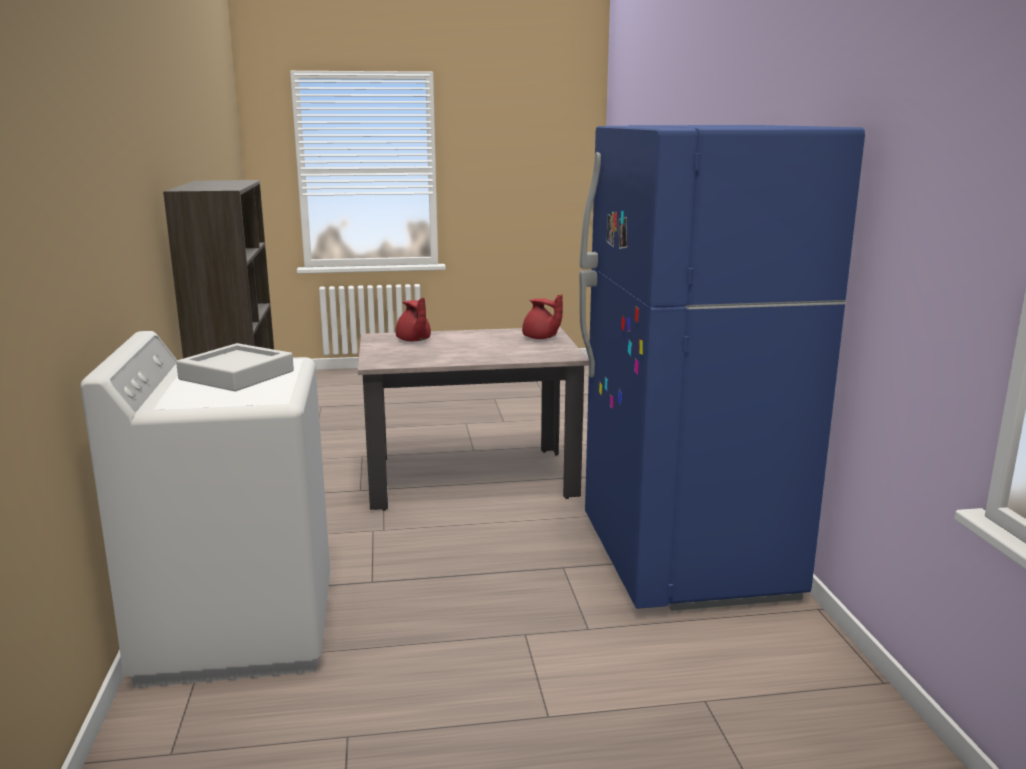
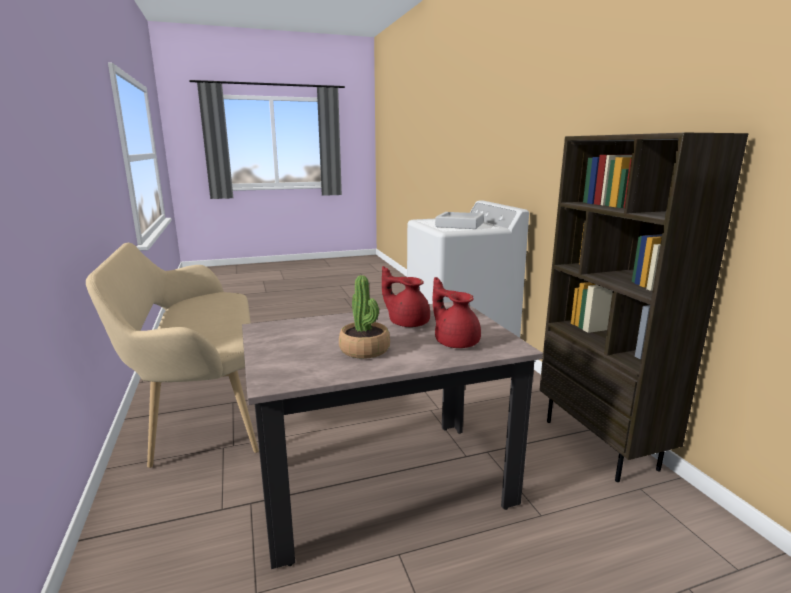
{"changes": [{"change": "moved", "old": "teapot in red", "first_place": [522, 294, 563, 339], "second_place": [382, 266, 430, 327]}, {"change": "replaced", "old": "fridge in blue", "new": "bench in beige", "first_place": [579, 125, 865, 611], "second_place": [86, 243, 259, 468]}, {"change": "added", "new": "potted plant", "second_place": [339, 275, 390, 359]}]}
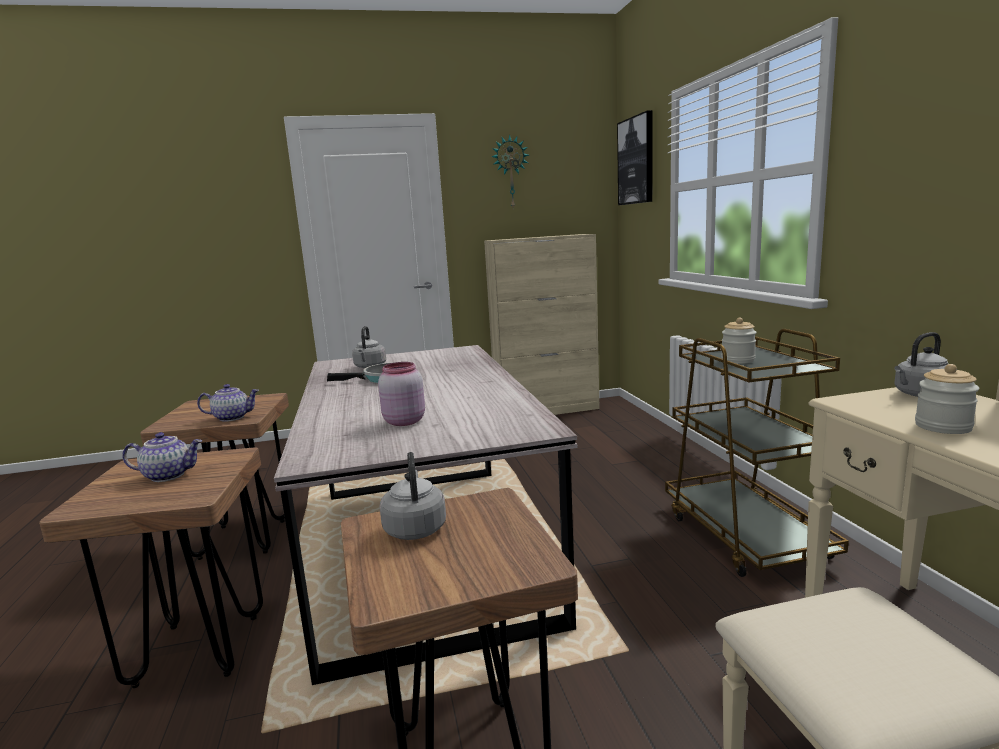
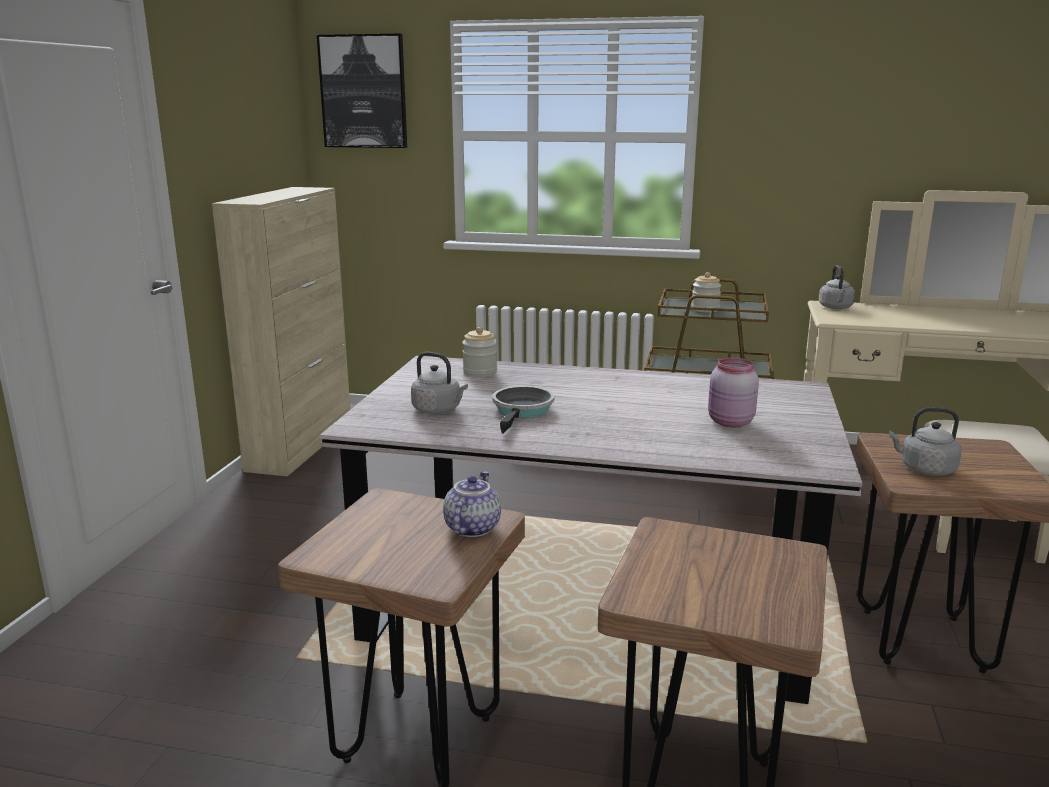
{"changes": [{"change": "removed", "old": "teapot", "first_place": [122, 432, 202, 482]}, {"change": "removed", "old": "wall clock", "first_place": [491, 134, 529, 210]}, {"change": "moved", "old": "jar", "first_place": [915, 364, 979, 434], "second_place": [462, 327, 497, 377]}]}
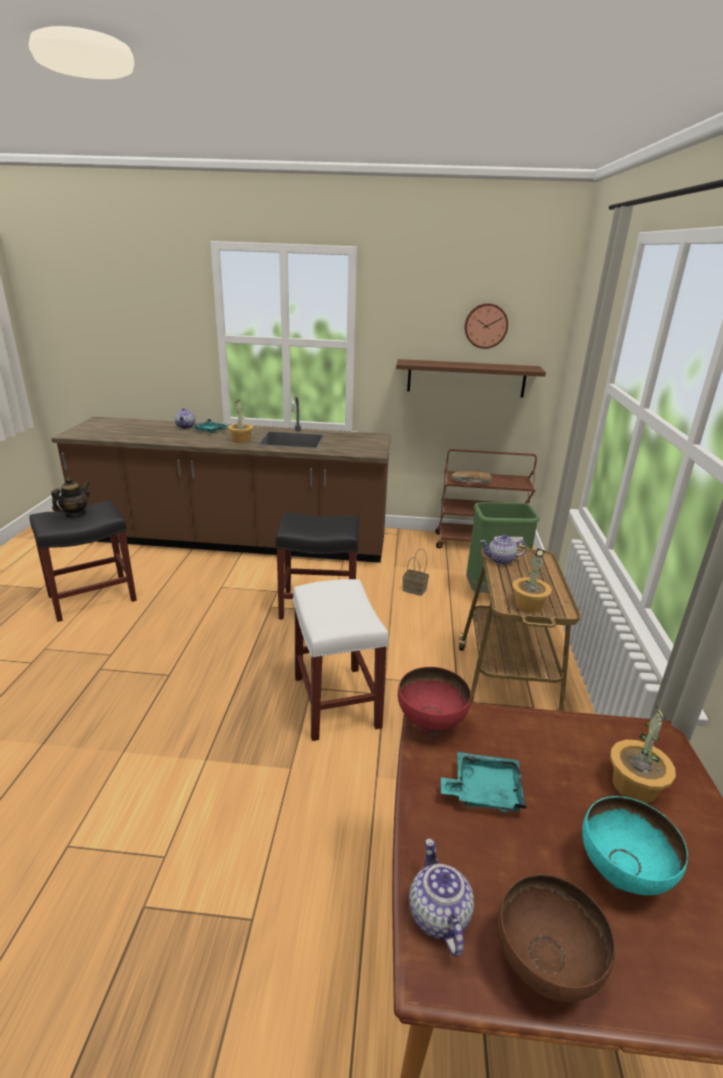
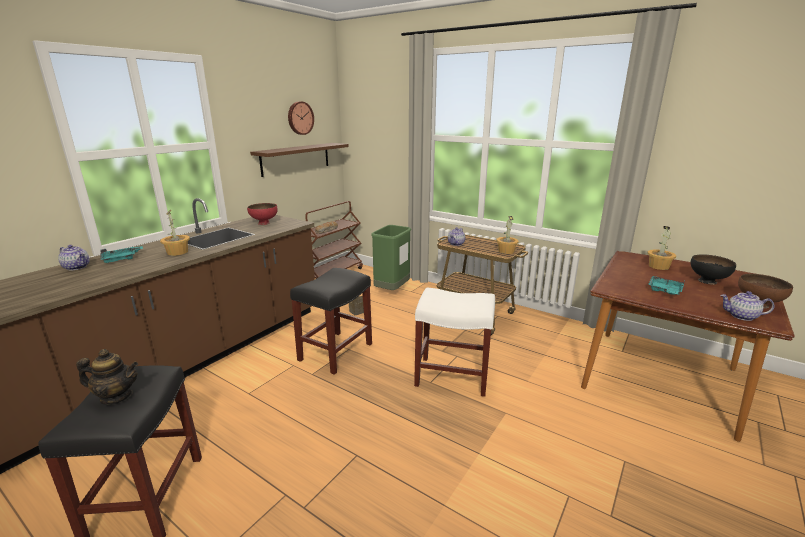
{"changes": [{"change": "turned", "old": "teapot", "first_place": [51, 477, 90, 518], "second_place": [76, 349, 138, 405], "degrees": 120}, {"change": "moved", "old": "bowl in red", "first_place": [398, 667, 471, 735], "second_place": [247, 203, 278, 225]}, {"change": "recoloured", "old": "bowl in turquoise", "new": "bowl in black", "first_place": [582, 796, 688, 895], "second_place": [691, 254, 736, 284]}]}
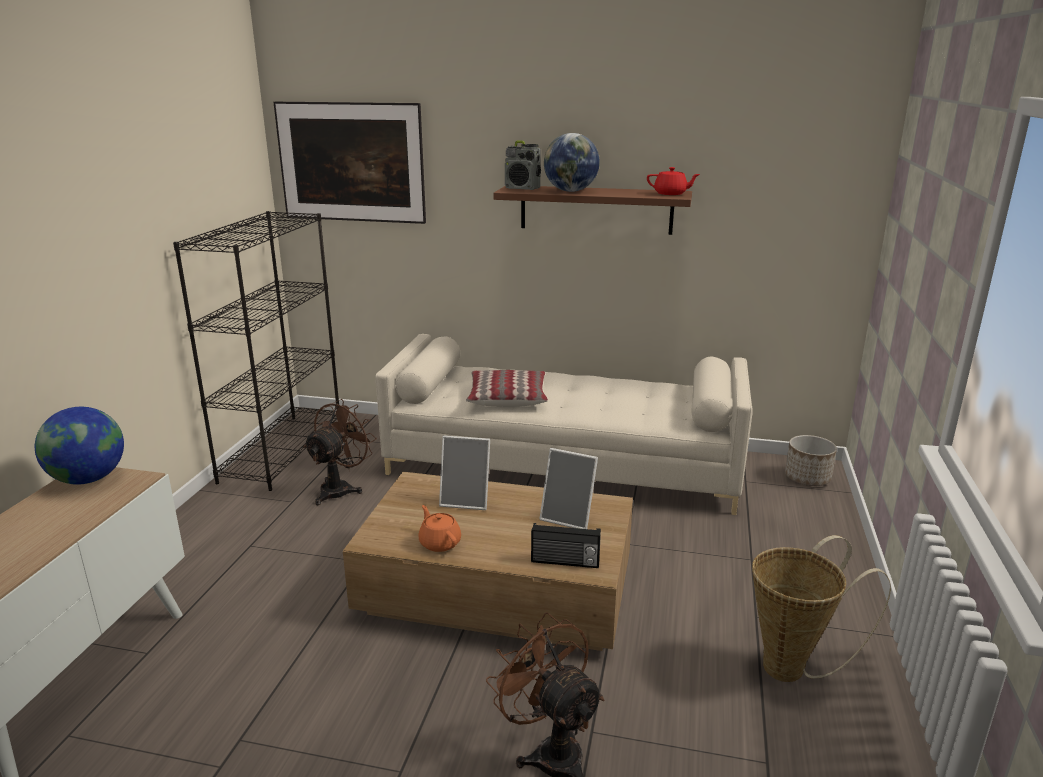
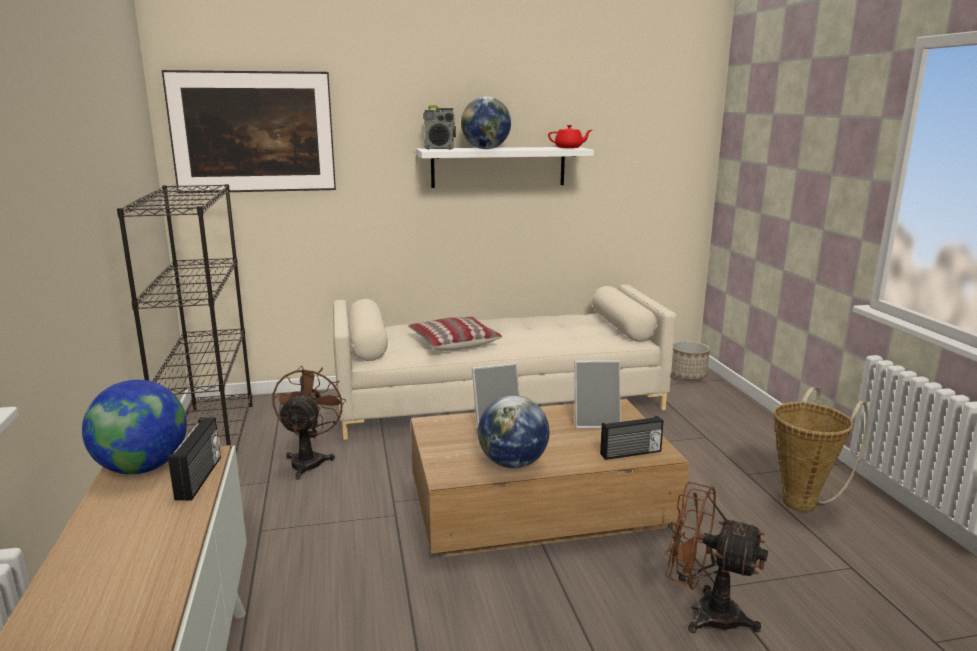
{"changes": [{"change": "replaced", "old": "teapot in orange", "new": "globe", "first_place": [418, 505, 461, 552], "second_place": [478, 395, 549, 468]}, {"change": "recoloured", "old": "shelf in brown", "new": "shelf in white", "first_place": [494, 186, 692, 235], "second_place": [416, 147, 594, 188]}, {"change": "added", "new": "radio", "second_place": [168, 417, 221, 501]}]}
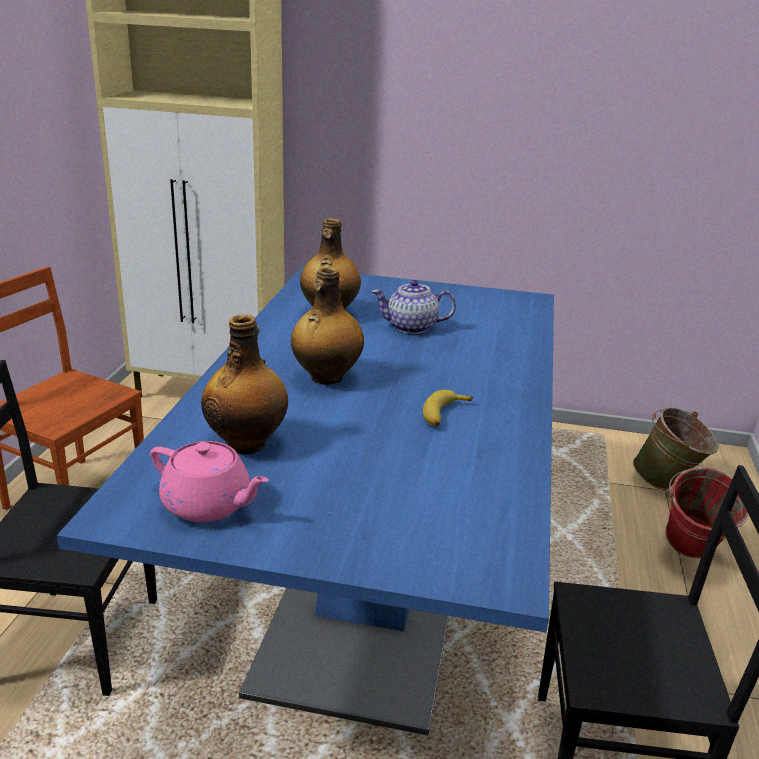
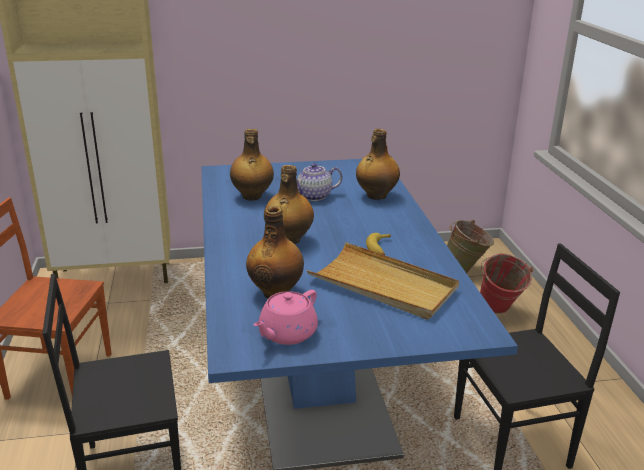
{"changes": [{"change": "turned", "old": "teapot in pink", "first_place": [150, 441, 269, 523], "second_place": [254, 290, 318, 345], "degrees": 120}, {"change": "added", "new": "tray in beige", "second_place": [307, 242, 459, 319]}, {"change": "added", "new": "bottle", "second_place": [356, 129, 400, 200]}]}
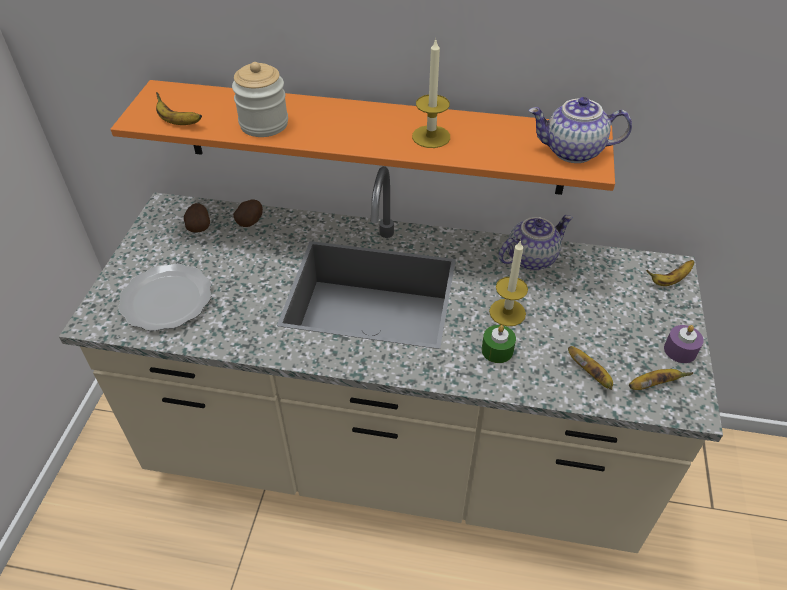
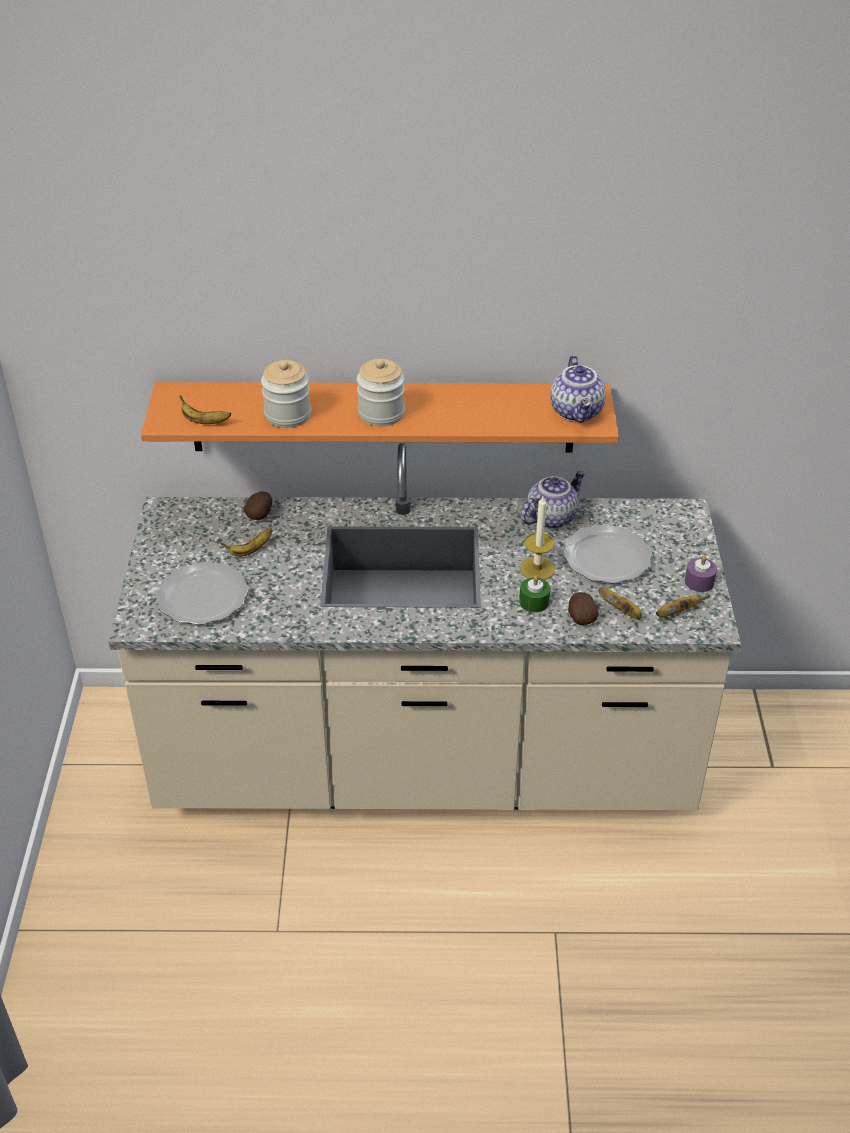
{"changes": [{"change": "moved", "old": "potato", "first_place": [184, 203, 210, 233], "second_place": [568, 592, 599, 625]}, {"change": "removed", "old": "candle", "first_place": [412, 39, 450, 148]}, {"change": "turned", "old": "teapot", "first_place": [528, 97, 632, 163], "second_place": [550, 355, 606, 423], "degrees": -90}, {"change": "moved", "old": "banana", "first_place": [646, 260, 694, 286], "second_place": [219, 528, 272, 557]}, {"change": "added", "new": "jar", "second_place": [357, 359, 405, 426]}, {"change": "added", "new": "plate", "second_place": [563, 525, 652, 583]}]}
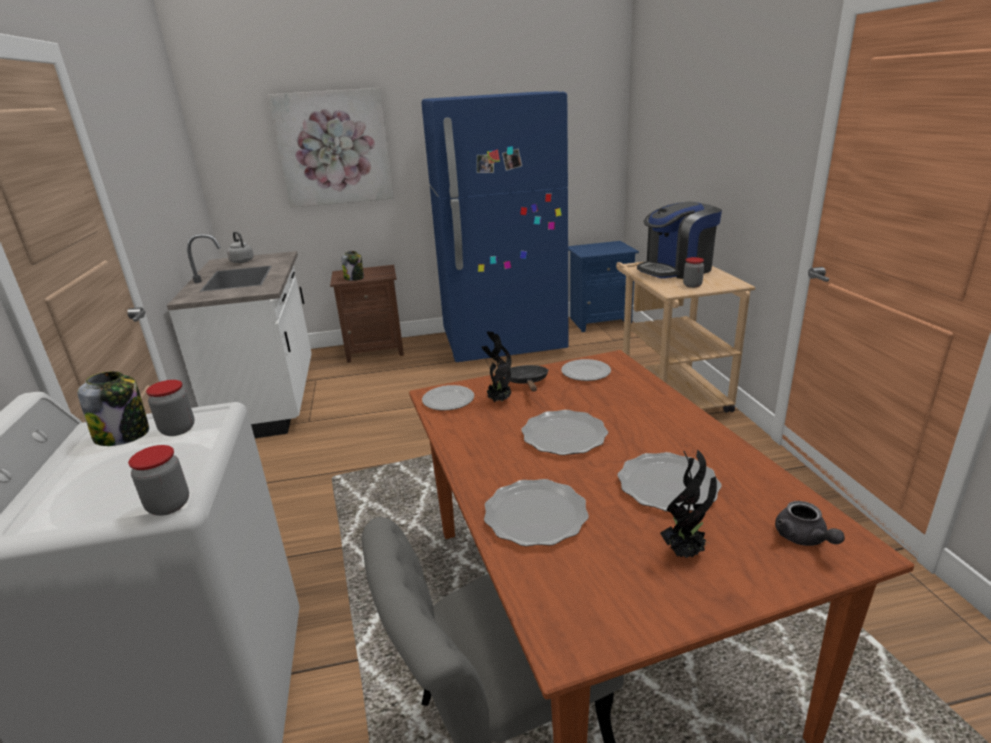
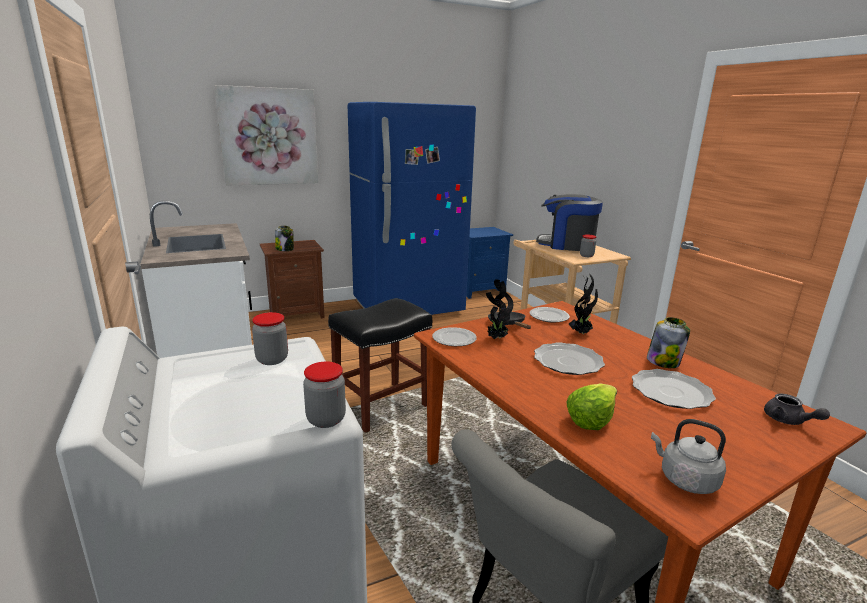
{"changes": [{"change": "moved", "old": "jar", "first_place": [77, 371, 149, 446], "second_place": [647, 317, 690, 368]}, {"change": "moved", "old": "kettle in grey", "first_place": [227, 232, 254, 263], "second_place": [651, 419, 726, 494]}, {"change": "replaced", "old": "plate", "new": "lettuce", "first_place": [484, 479, 589, 546], "second_place": [566, 383, 617, 430]}, {"change": "turned", "old": "coffee machine", "first_place": [637, 201, 722, 279], "second_place": [536, 194, 603, 251], "degrees": 60}, {"change": "moved", "old": "potted plant", "first_place": [660, 449, 717, 558], "second_place": [569, 275, 598, 334]}, {"change": "added", "new": "stool in black", "second_place": [328, 298, 432, 433]}]}
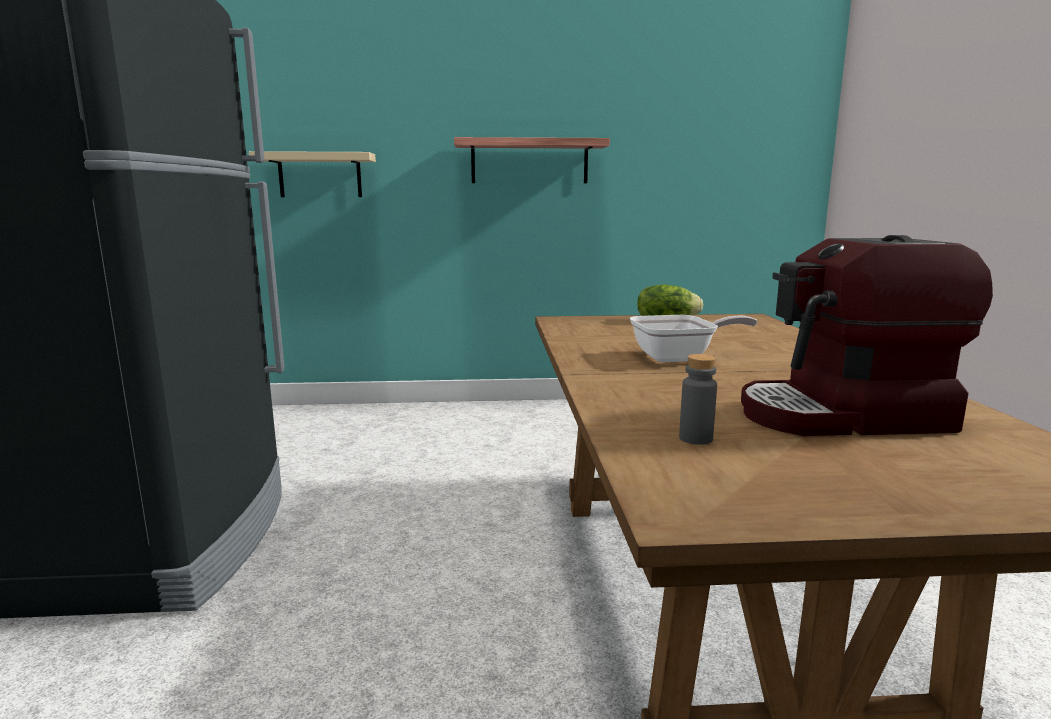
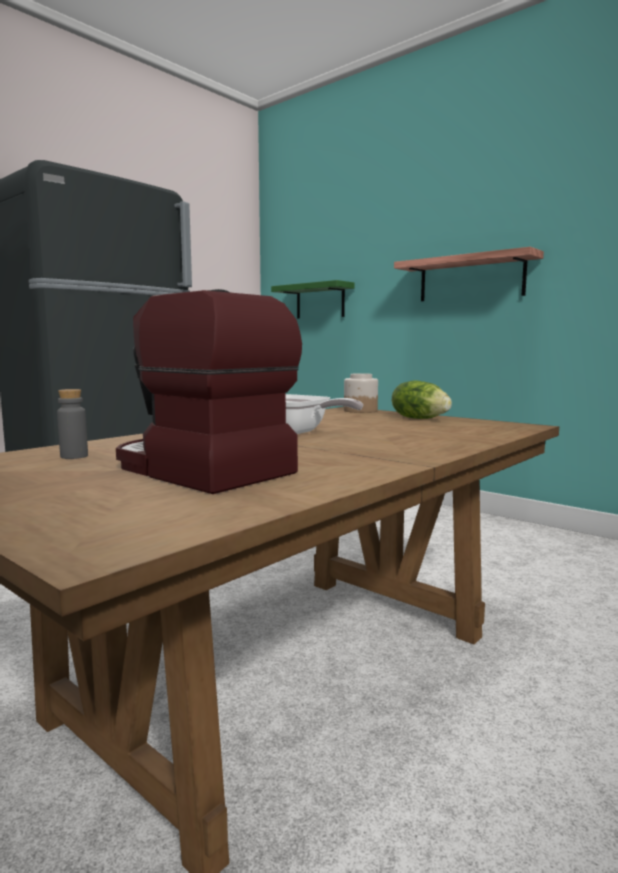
{"changes": [{"change": "recoloured", "old": "shelf in beige", "new": "shelf in green", "first_place": [249, 151, 376, 197], "second_place": [271, 280, 355, 319]}, {"change": "added", "new": "jar", "second_place": [344, 373, 378, 413]}]}
